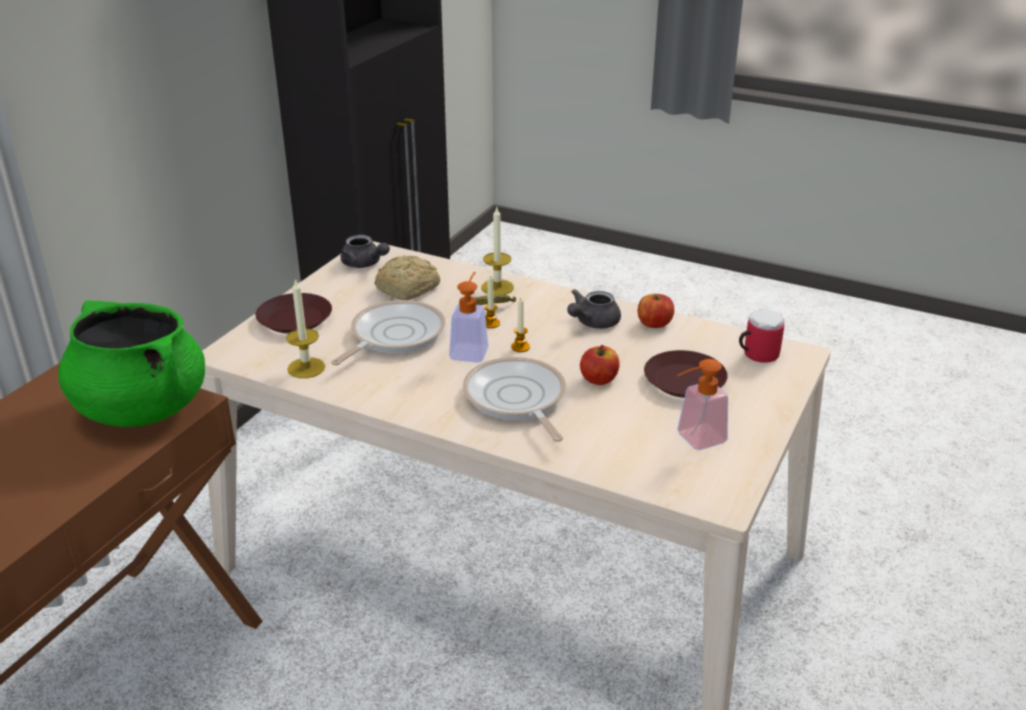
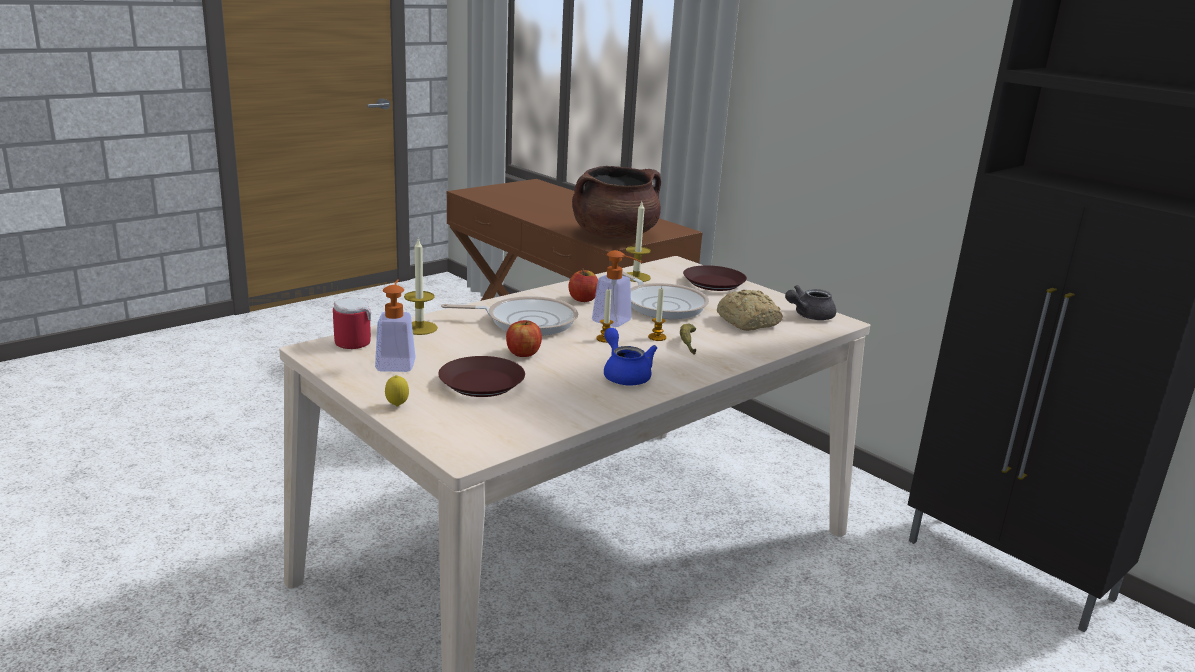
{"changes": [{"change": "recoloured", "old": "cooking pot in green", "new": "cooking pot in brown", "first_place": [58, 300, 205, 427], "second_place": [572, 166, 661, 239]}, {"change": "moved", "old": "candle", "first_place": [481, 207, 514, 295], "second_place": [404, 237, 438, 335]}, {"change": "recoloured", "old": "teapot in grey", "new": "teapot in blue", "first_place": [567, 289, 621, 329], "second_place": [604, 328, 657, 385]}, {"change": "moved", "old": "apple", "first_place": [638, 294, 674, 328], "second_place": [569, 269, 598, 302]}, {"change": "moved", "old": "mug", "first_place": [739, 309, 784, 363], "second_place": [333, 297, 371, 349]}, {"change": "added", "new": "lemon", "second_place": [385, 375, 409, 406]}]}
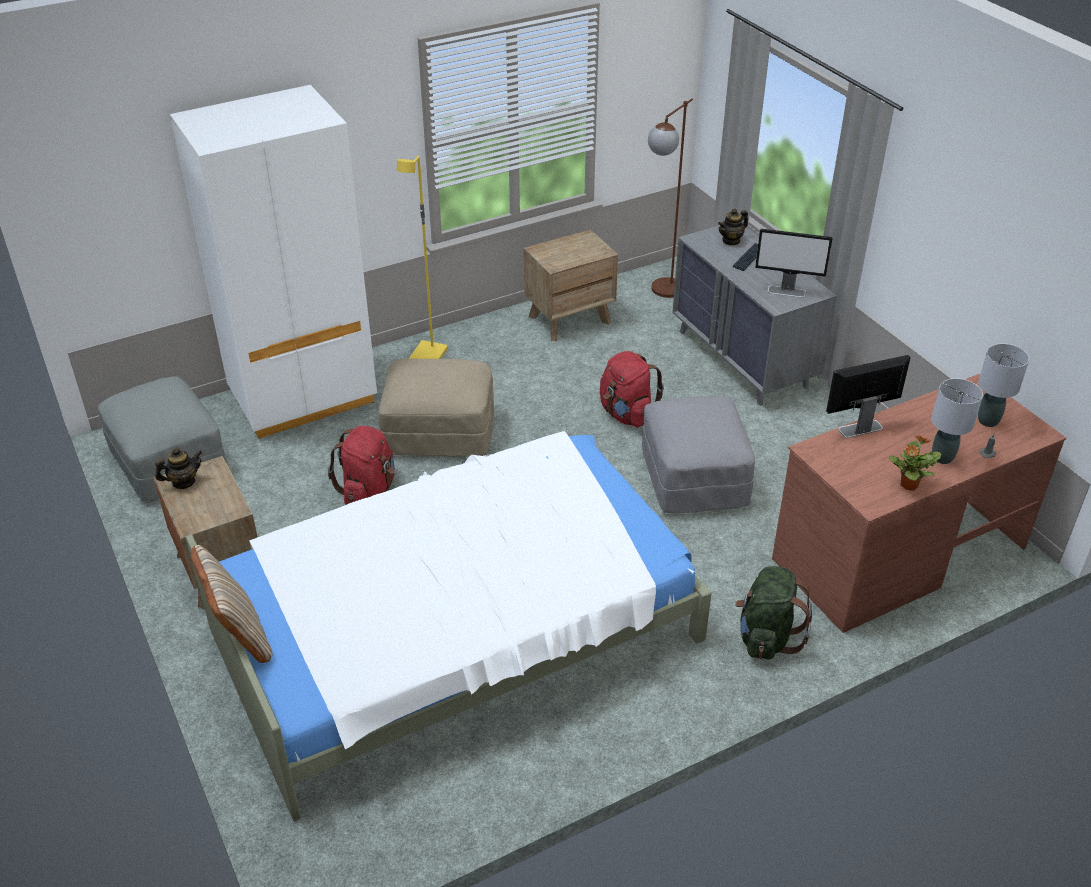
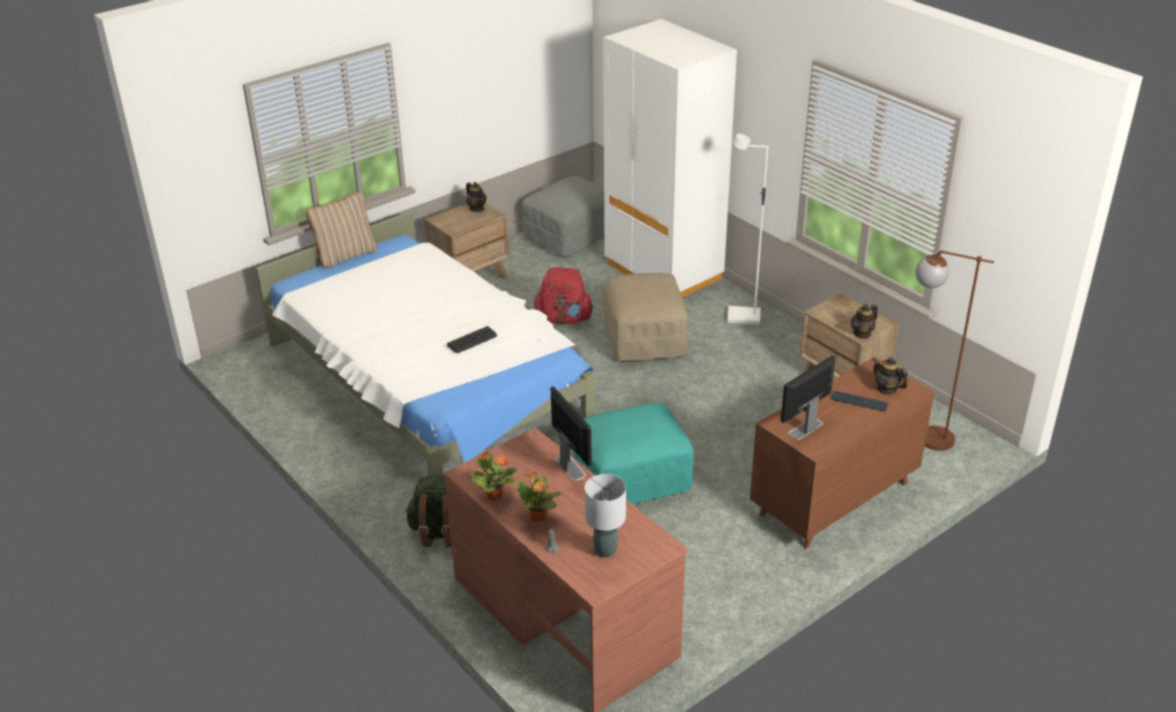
{"changes": [{"change": "recoloured", "old": "floor lamp in yellow", "new": "floor lamp in white", "first_place": [397, 155, 448, 359], "second_place": [727, 134, 768, 325]}, {"change": "removed", "old": "backpack in red", "first_place": [600, 351, 664, 428]}, {"change": "recoloured", "old": "ottoman in grey", "new": "ottoman in turquoise", "first_place": [642, 396, 755, 513], "second_place": [574, 403, 694, 504]}, {"change": "recoloured", "old": "dresser in grey", "new": "dresser in brown", "first_place": [672, 225, 837, 406], "second_place": [750, 357, 935, 549]}, {"change": "turned", "old": "monitor", "first_place": [755, 229, 833, 298], "second_place": [781, 355, 835, 440], "degrees": 45}, {"change": "replaced", "old": "table lamp in grey", "new": "potted plant", "first_place": [931, 378, 983, 464], "second_place": [517, 470, 562, 522]}, {"change": "added", "new": "keyboard", "second_place": [447, 326, 497, 353]}, {"change": "added", "new": "teapot", "second_place": [851, 304, 878, 339]}]}
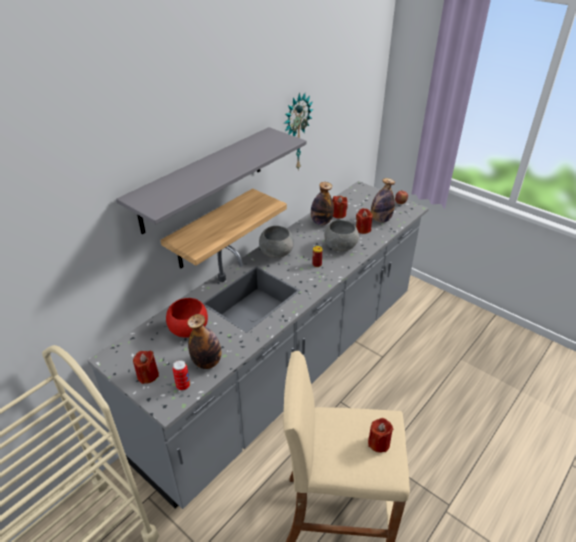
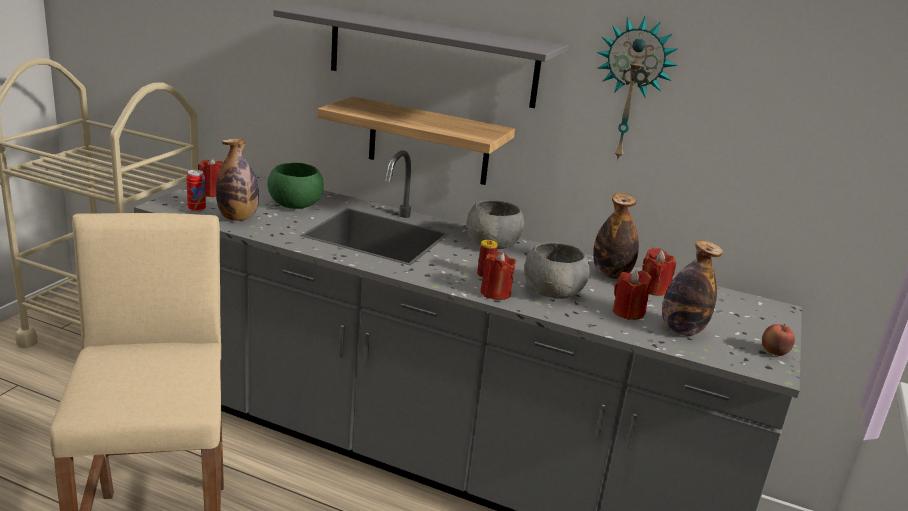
{"changes": [{"change": "recoloured", "old": "bowl in red", "new": "bowl in green", "first_place": [166, 298, 208, 338], "second_place": [267, 163, 324, 209]}, {"change": "moved", "old": "candle in red", "first_place": [368, 418, 393, 453], "second_place": [480, 252, 516, 300]}]}
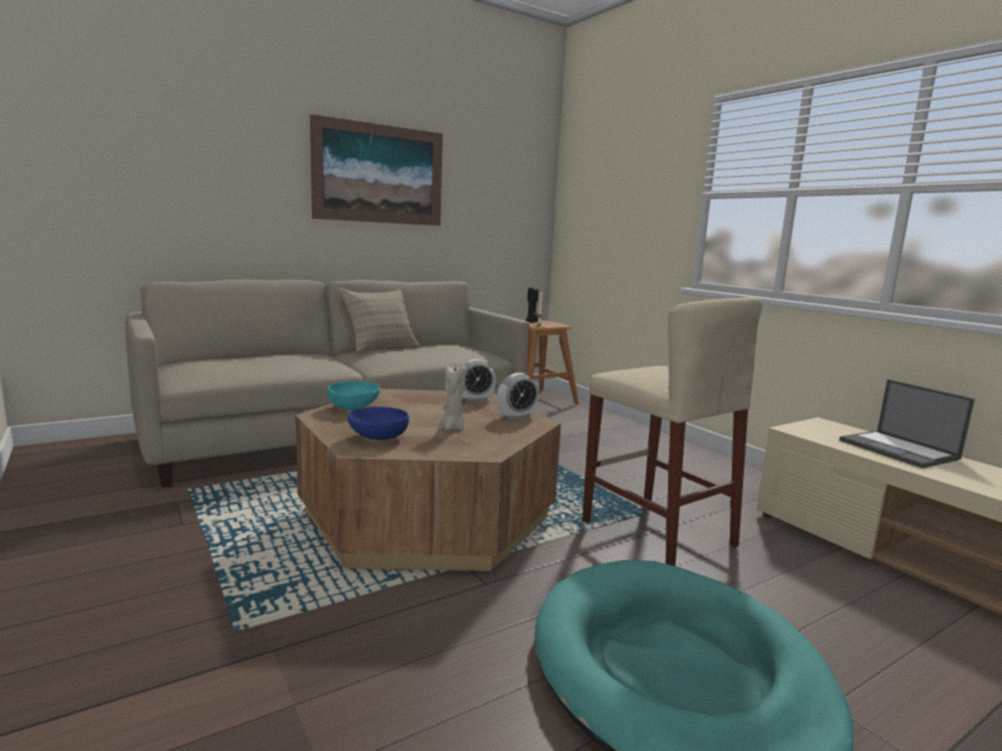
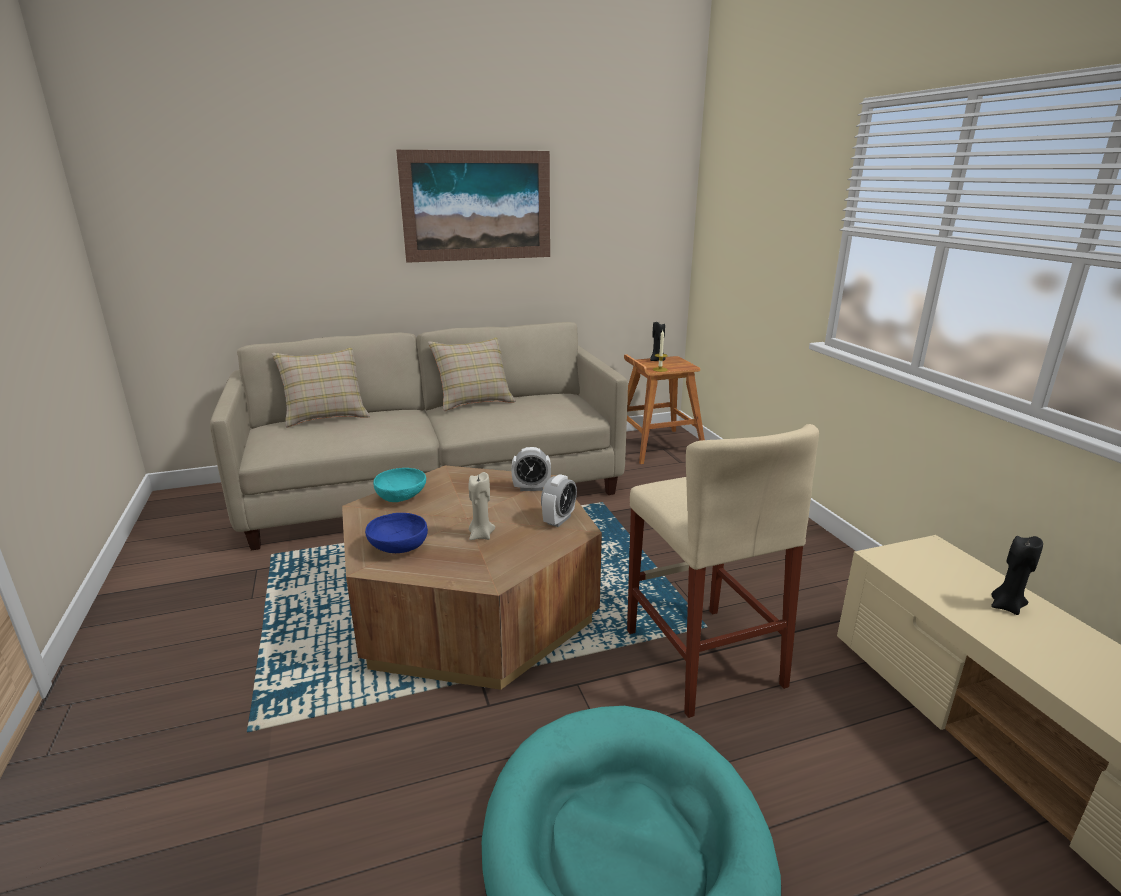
{"changes": [{"change": "turned", "old": "alarm clock", "first_place": [498, 373, 539, 420], "second_place": [541, 475, 577, 527], "degrees": -45}, {"change": "replaced", "old": "laptop", "new": "candle in black", "first_place": [839, 379, 975, 468], "second_place": [991, 536, 1043, 615]}, {"change": "added", "new": "pillow in beige", "second_place": [272, 348, 370, 428]}]}
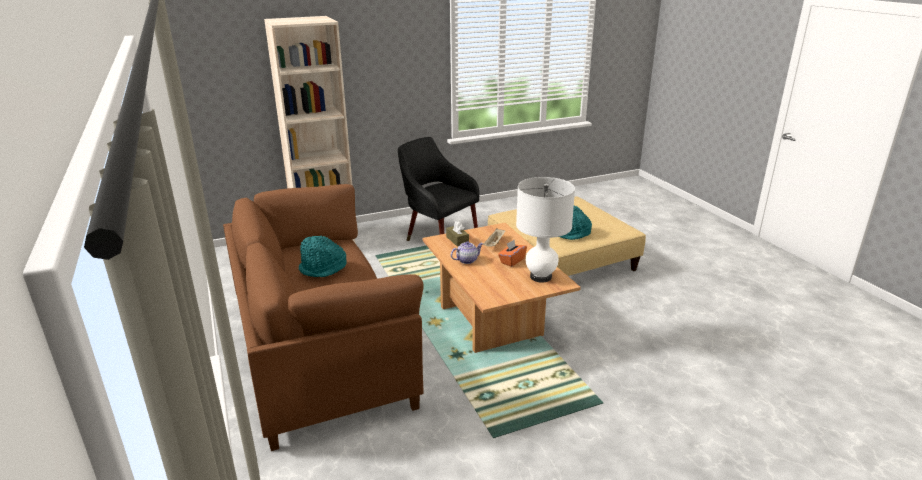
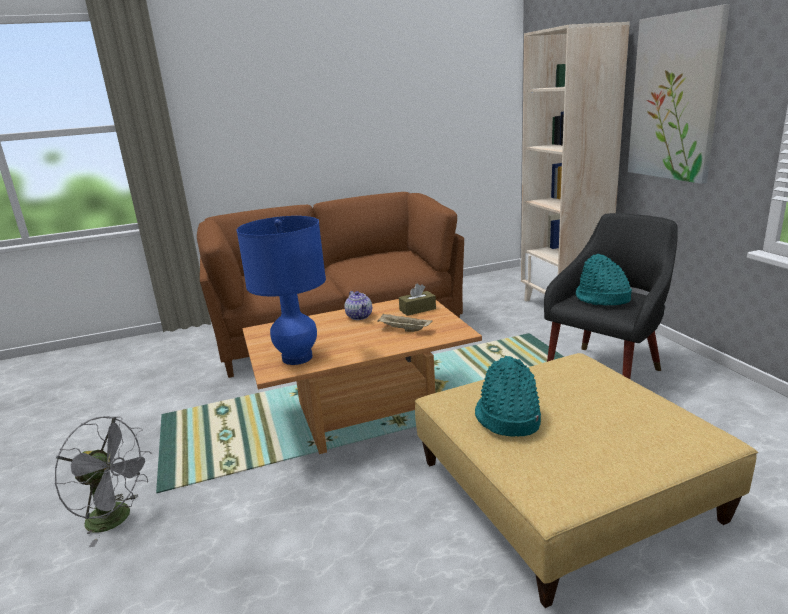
{"changes": [{"change": "moved", "old": "hat in turquoise", "first_place": [299, 236, 346, 277], "second_place": [576, 254, 632, 305]}, {"change": "removed", "old": "tissue box in orange", "first_place": [498, 240, 527, 267]}, {"change": "recoloured", "old": "table lamp in white", "new": "table lamp in blue", "first_place": [516, 177, 575, 283], "second_place": [237, 216, 326, 365]}, {"change": "added", "new": "fan in grey", "second_place": [54, 416, 152, 547]}, {"change": "added", "new": "picture", "second_place": [628, 4, 730, 184]}]}
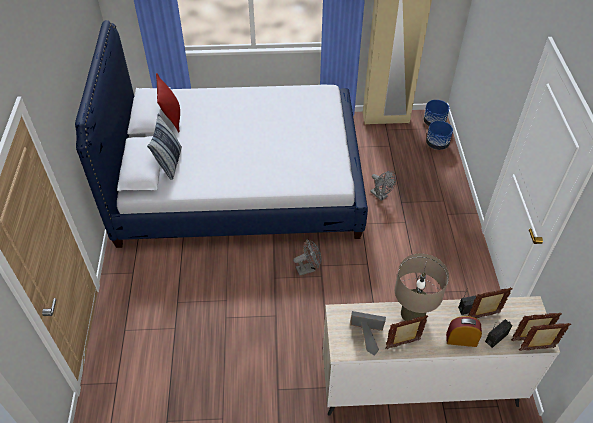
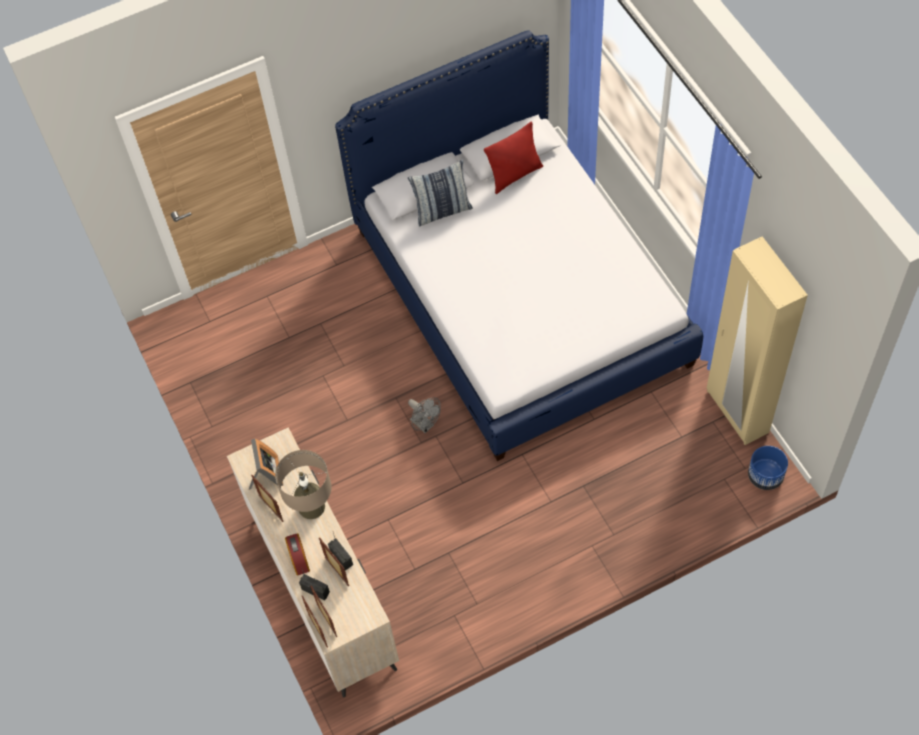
{"changes": [{"change": "removed", "old": "fan in grey", "first_place": [370, 171, 396, 201]}, {"change": "removed", "old": "planter in blue", "first_place": [426, 121, 453, 150]}]}
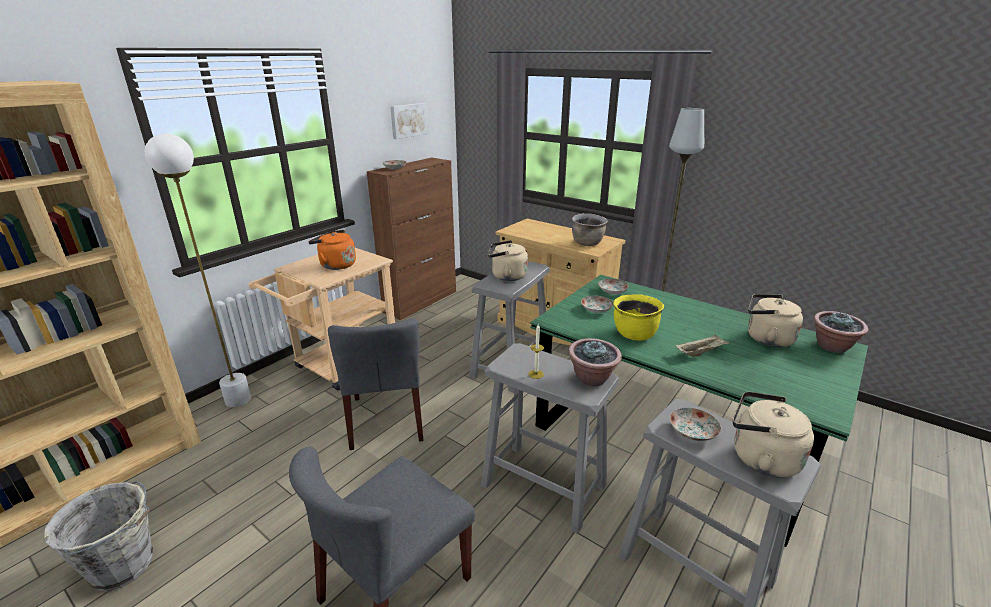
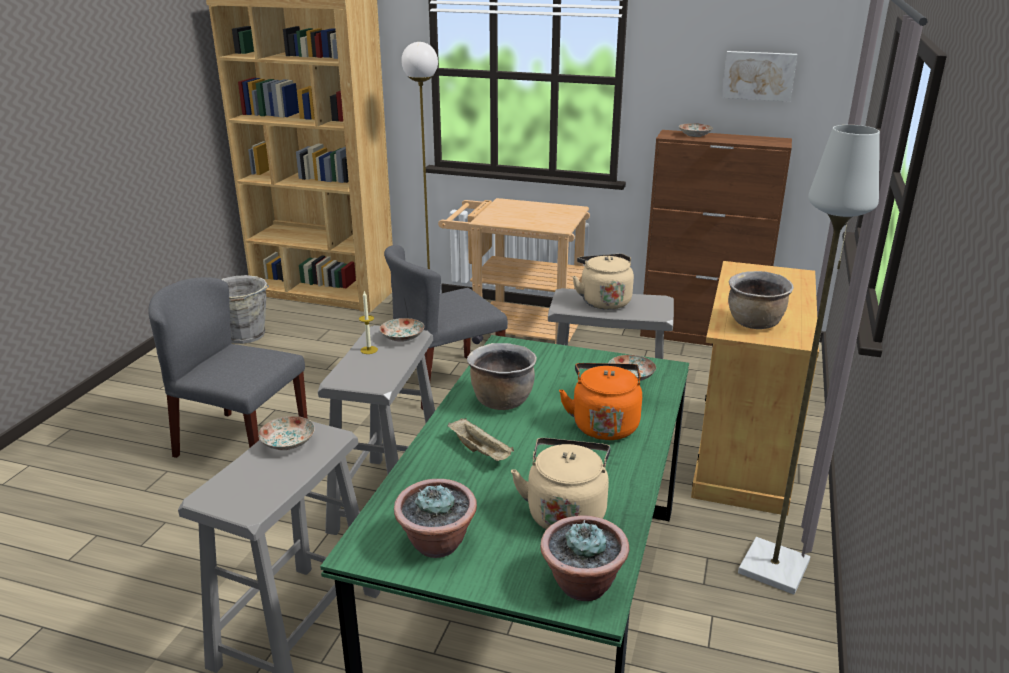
{"changes": [{"change": "moved", "old": "kettle in orange", "first_place": [308, 230, 356, 270], "second_place": [559, 363, 642, 440]}, {"change": "moved", "old": "potted plant", "first_place": [569, 338, 622, 386], "second_place": [394, 479, 477, 558]}, {"change": "moved", "old": "plate", "first_place": [581, 296, 613, 313], "second_place": [380, 318, 424, 342]}, {"change": "recoloured", "old": "cooking pot in yellow", "new": "cooking pot in brown", "first_place": [614, 294, 664, 341], "second_place": [467, 343, 537, 410]}, {"change": "removed", "old": "kettle in beige", "first_place": [733, 391, 814, 478]}]}
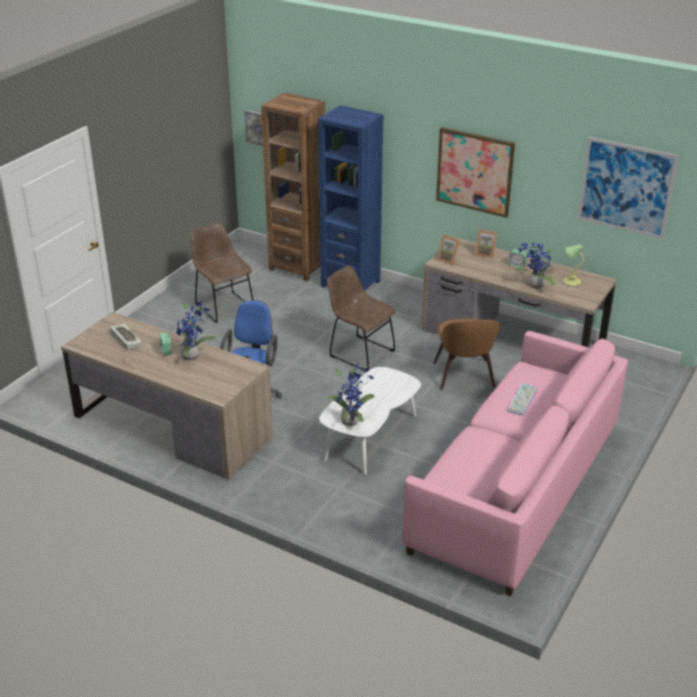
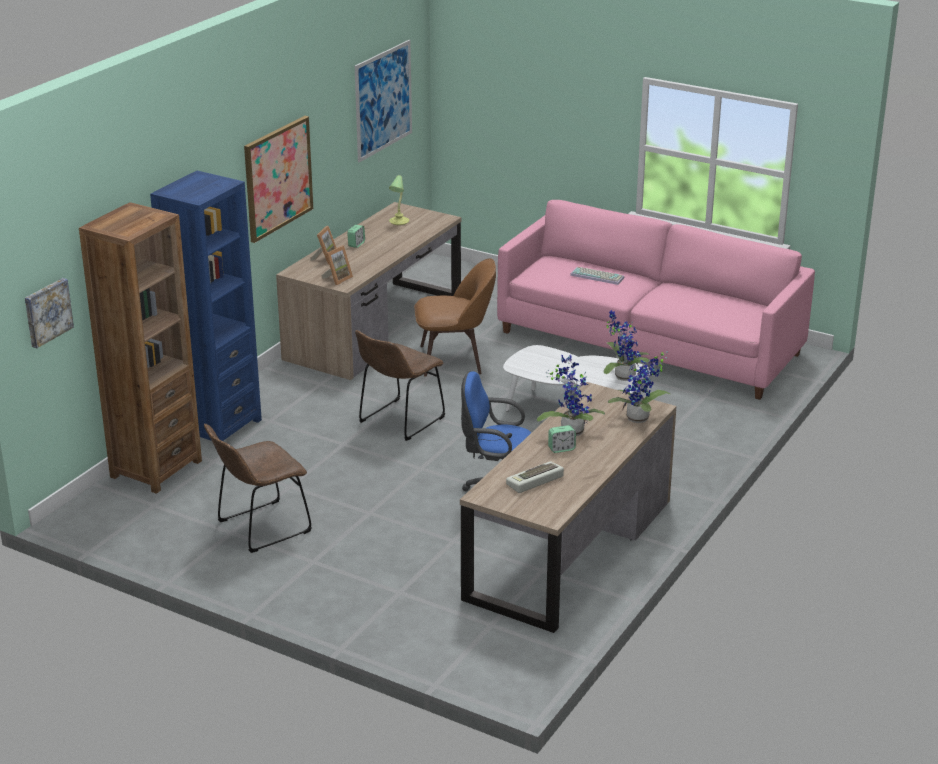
{"changes": [{"change": "moved", "old": "potted plant", "first_place": [515, 243, 555, 289], "second_place": [608, 351, 670, 423]}]}
